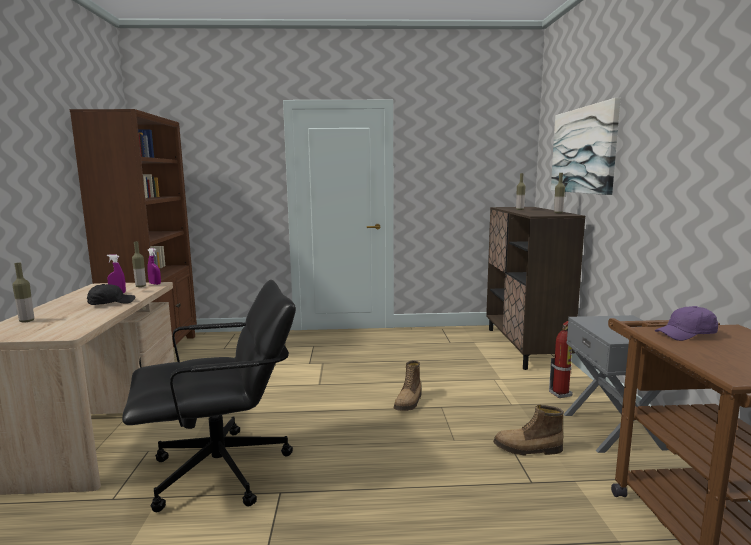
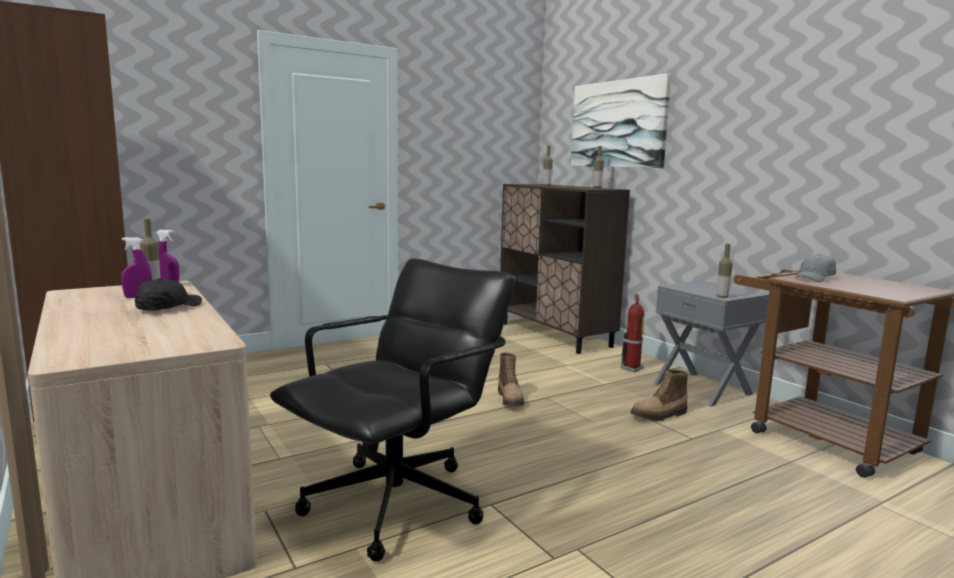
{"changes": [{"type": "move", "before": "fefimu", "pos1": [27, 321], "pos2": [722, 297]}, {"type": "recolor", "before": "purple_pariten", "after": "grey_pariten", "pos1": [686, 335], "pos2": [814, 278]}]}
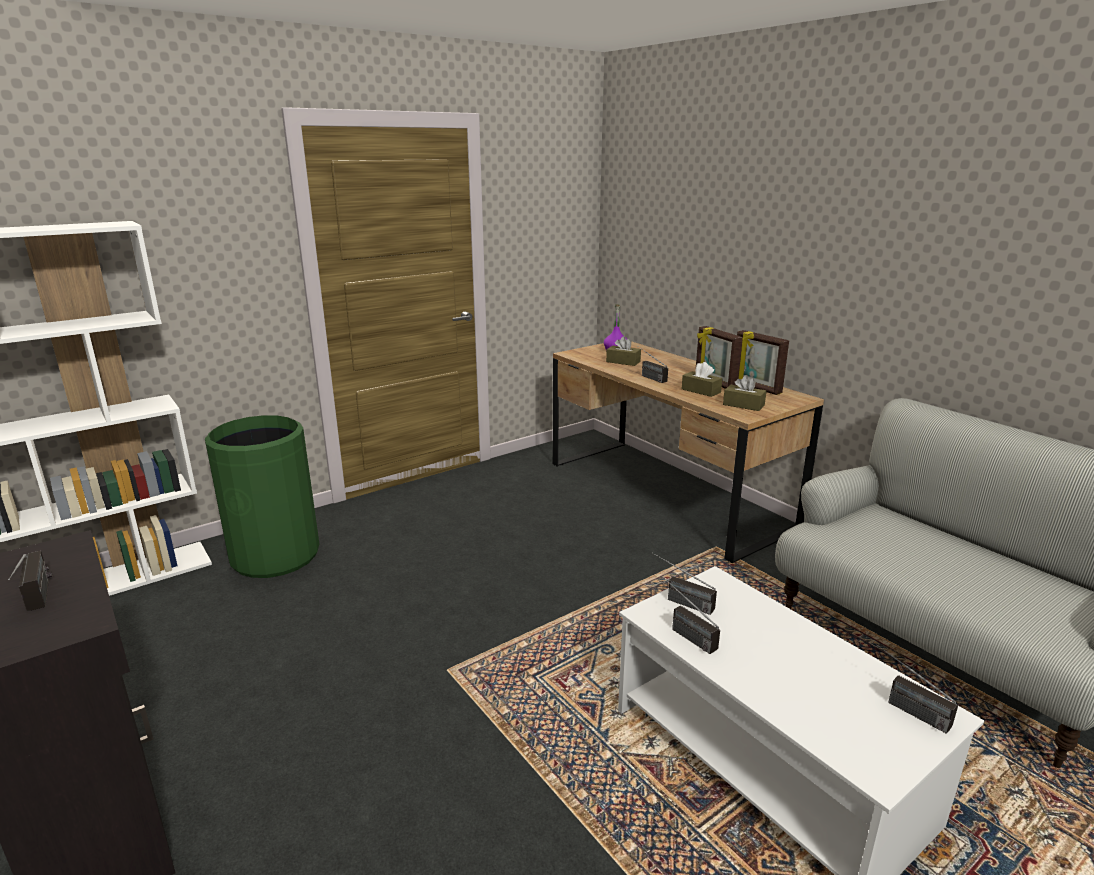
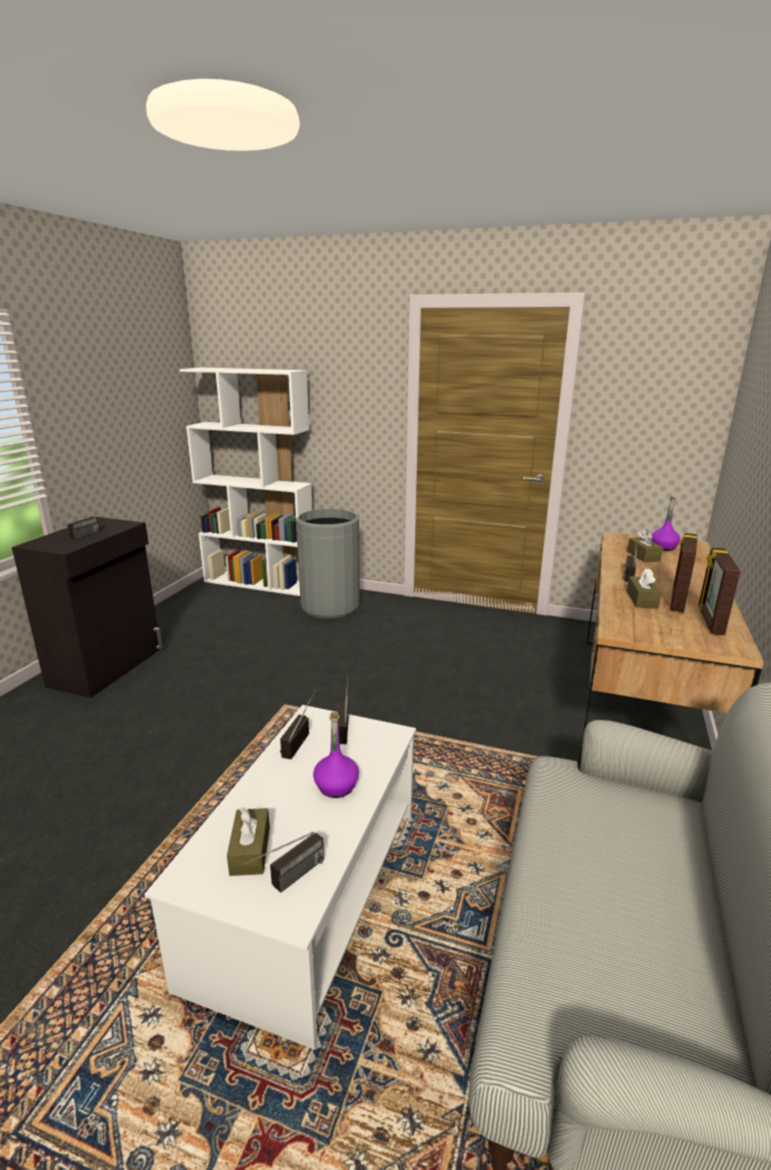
{"changes": [{"type": "move", "before": "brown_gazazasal", "pos1": [743, 405], "pos2": [250, 850]}, {"type": "recolor", "before": "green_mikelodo", "after": "grey_mikelodo", "pos1": [275, 555], "pos2": [330, 606]}, {"type": "rotate", "before": "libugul", "pos1": [903, 706], "pos2": [287, 882], "turn": -150}, {"type": "insert", "after": "purple_fefimu", "pos2": [336, 786]}]}
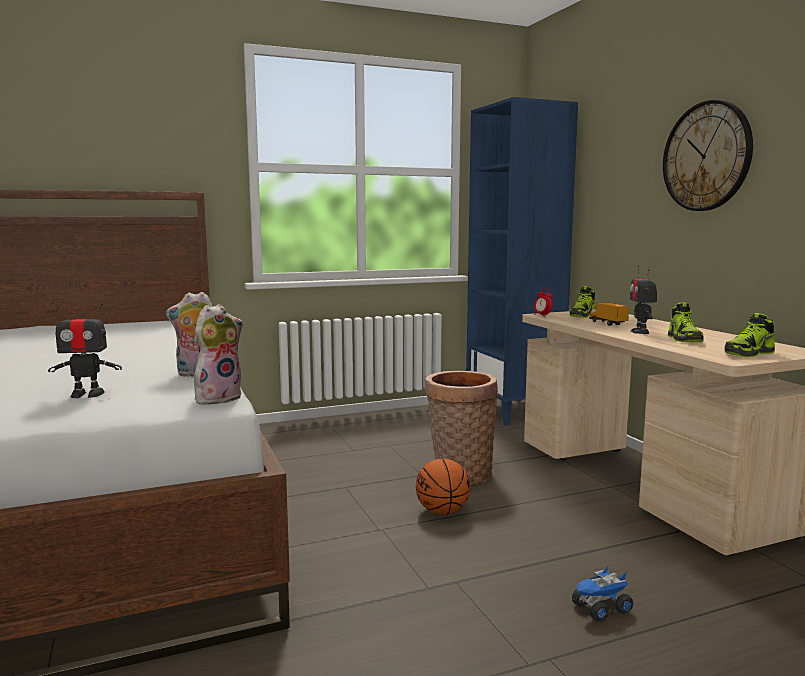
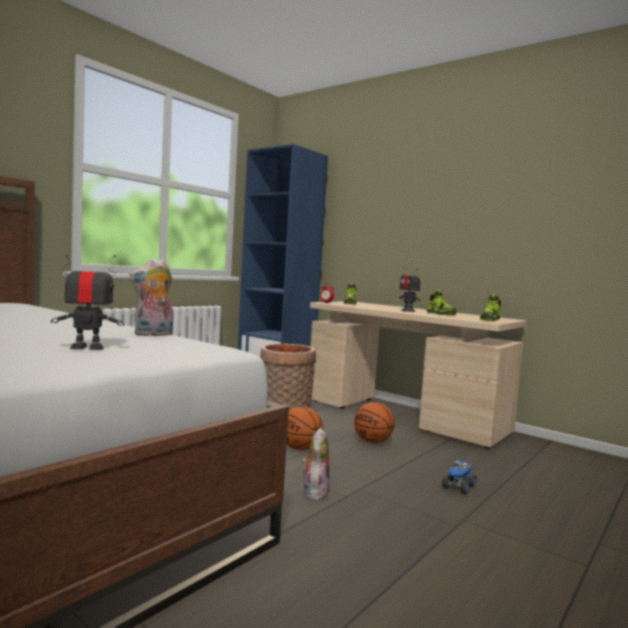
{"changes": [{"type": "delete", "before": "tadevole", "pos1": [706, 156]}, {"type": "rotate", "before": "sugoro", "pos1": [87, 394], "pos2": [87, 348], "turn": -150}, {"type": "delete", "before": "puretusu", "pos1": [607, 323]}, {"type": "move", "before": "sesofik", "pos1": [218, 398], "pos2": [314, 492]}, {"type": "insert", "after": "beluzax", "pos2": [372, 441]}]}
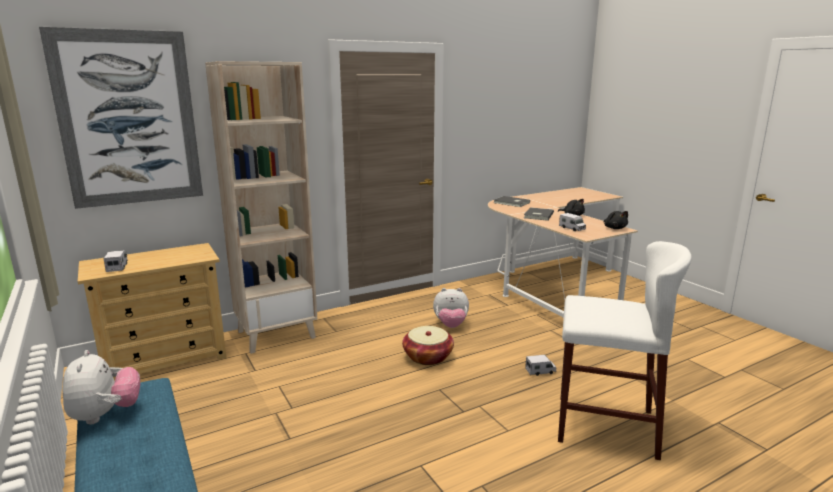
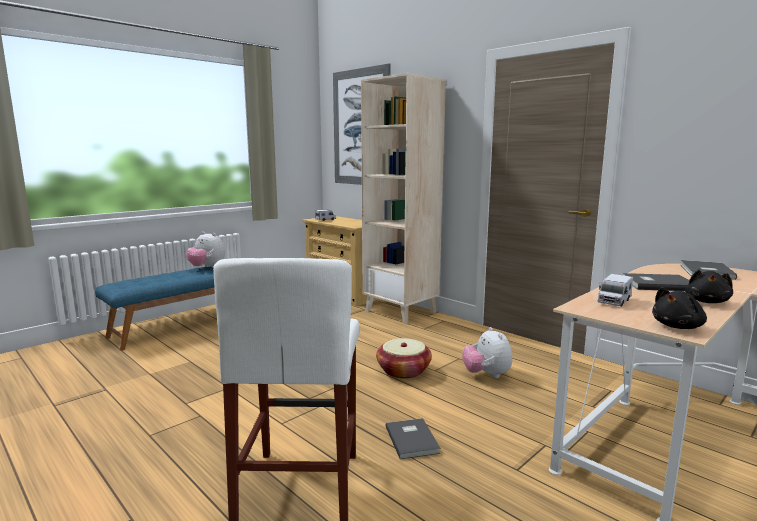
{"changes": [{"type": "rotate", "before": "sesofik", "pos1": [105, 415], "pos2": [207, 267], "turn": 60}, {"type": "replace", "before": "puretusu", "after": "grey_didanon", "pos1": [540, 371], "pos2": [413, 439]}]}
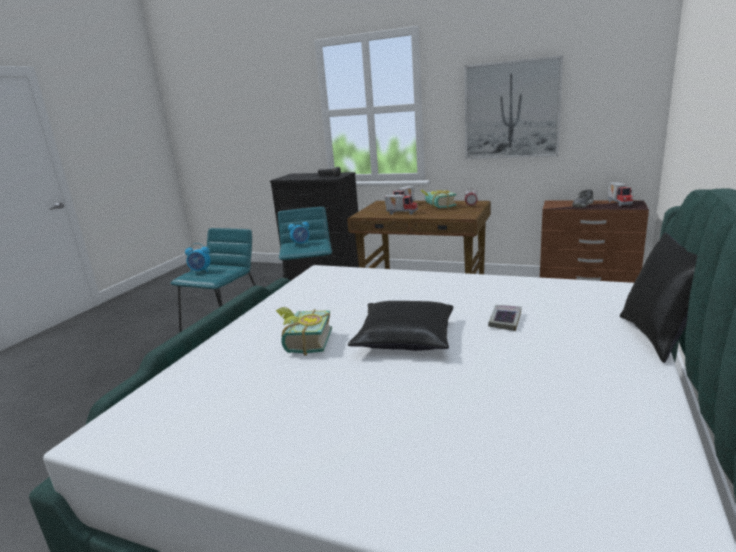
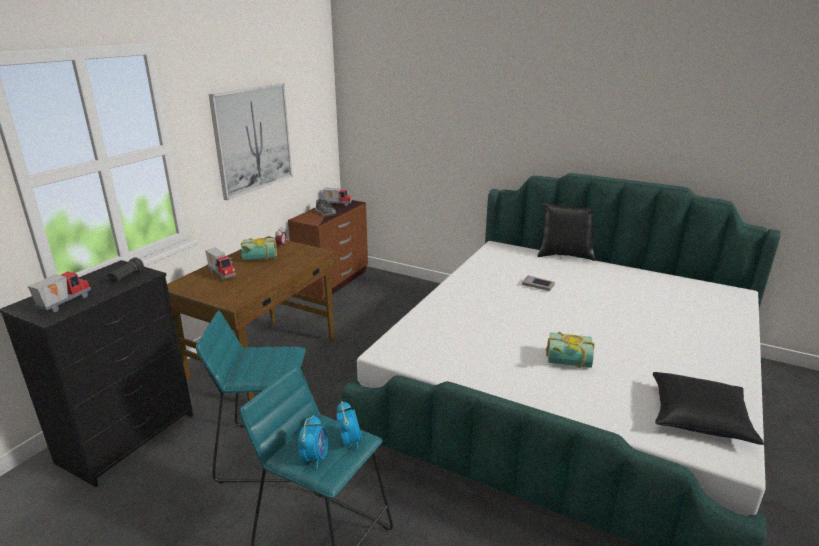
{"changes": [{"type": "move", "before": "puretusu", "pos1": [401, 213], "pos2": [63, 303]}, {"type": "move", "before": "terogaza", "pos1": [301, 244], "pos2": [350, 441]}, {"type": "move", "before": "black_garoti", "pos1": [404, 338], "pos2": [700, 417]}]}
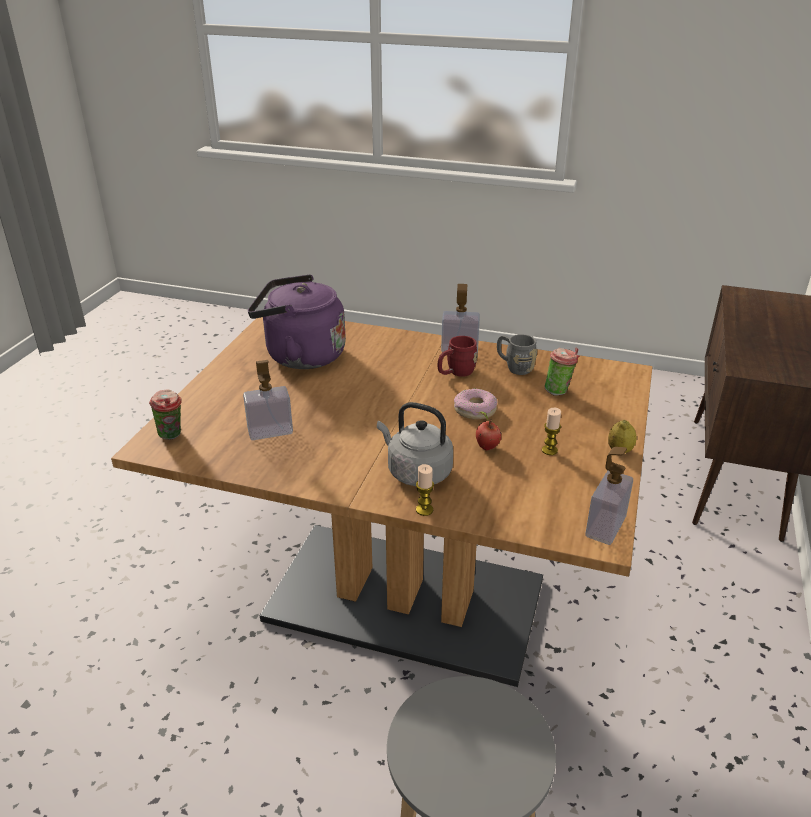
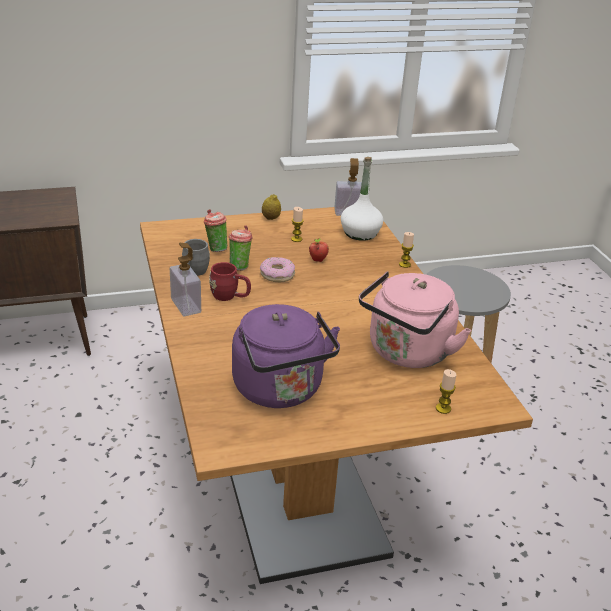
{"changes": [{"type": "replace", "before": "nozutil", "after": "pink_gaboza", "pos1": [270, 431], "pos2": [407, 353]}, {"type": "move", "before": "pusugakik", "pos1": [172, 436], "pos2": [240, 266]}, {"type": "delete", "before": "grey_gaboza", "pos1": [416, 472]}, {"type": "insert", "after": "white_fefimu", "pos2": [360, 233]}, {"type": "insert", "after": "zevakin", "pos2": [443, 408]}]}
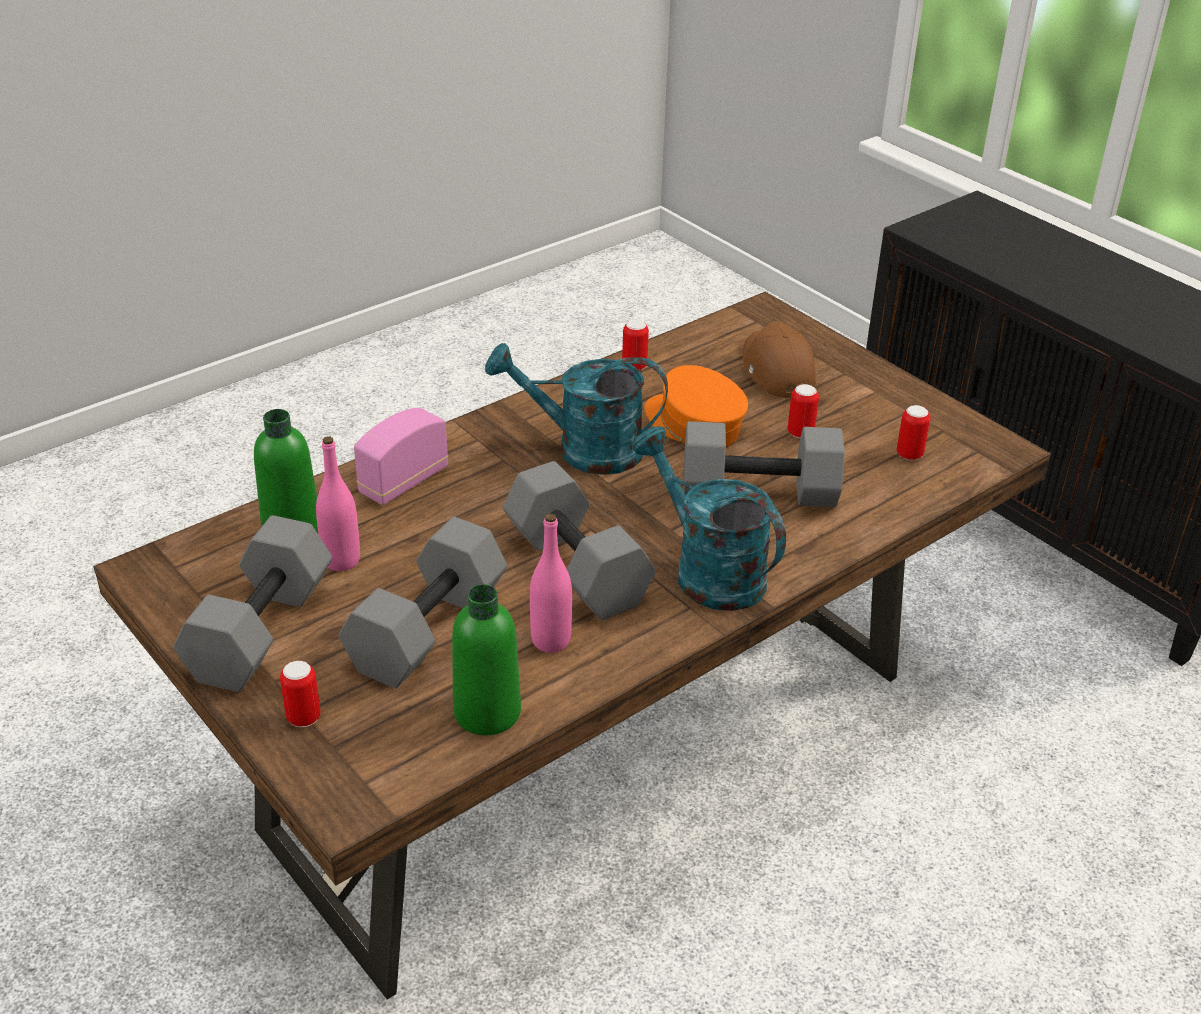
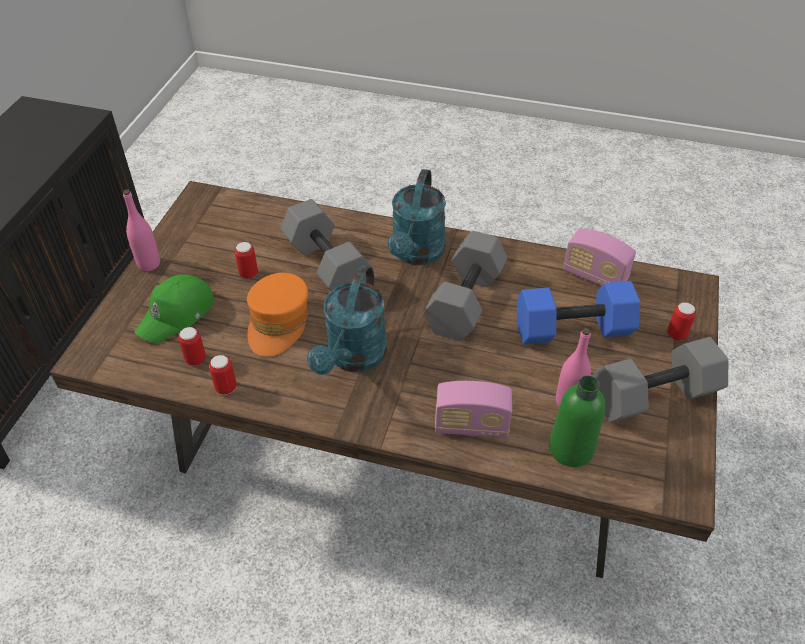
{"changes": [{"type": "recolor", "before": "brown_pariten", "after": "green_pariten", "pos1": [775, 371], "pos2": [177, 314]}, {"type": "rotate", "before": "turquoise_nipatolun", "pos1": [584, 450], "pos2": [353, 358], "turn": 45}, {"type": "move", "before": "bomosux", "pos1": [909, 455], "pos2": [196, 360]}, {"type": "move", "before": "pink_fefimu", "pos1": [551, 641], "pos2": [149, 264]}, {"type": "recolor", "before": "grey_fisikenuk", "after": "blue_fisikenuk", "pos1": [426, 627], "pos2": [572, 331]}, {"type": "replace", "before": "green_fefimu", "after": "libugul", "pos1": [487, 712], "pos2": [594, 276]}]}
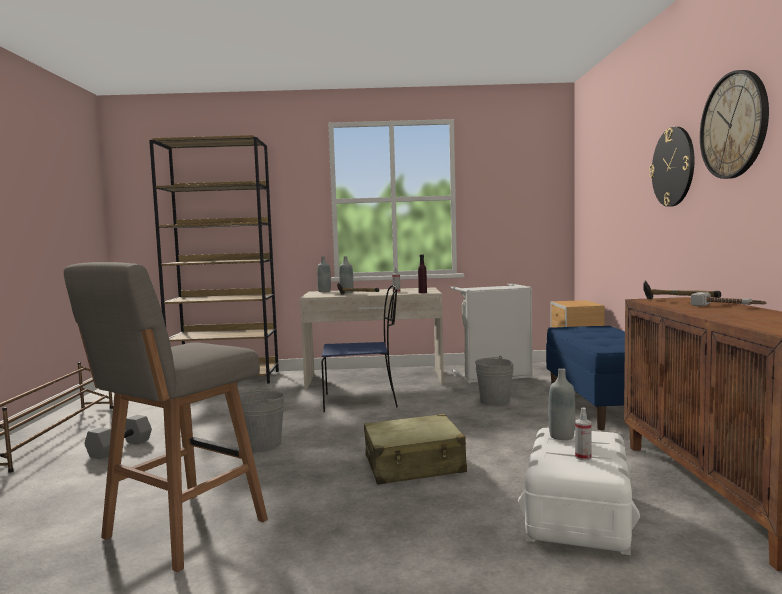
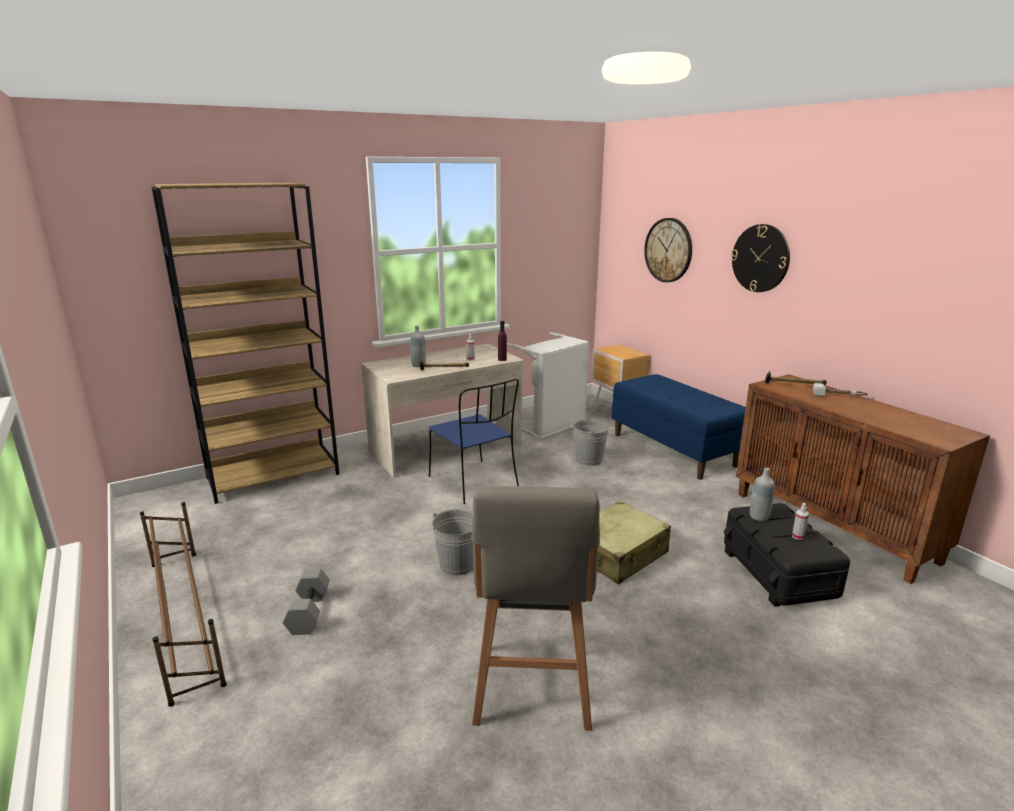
{"changes": [{"type": "move", "before": "tadevole", "pos1": [734, 125], "pos2": [668, 250]}, {"type": "delete", "before": "grey_fefimu", "pos1": [324, 291]}, {"type": "rotate", "before": "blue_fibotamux", "pos1": [362, 401], "pos2": [474, 482], "turn": 90}, {"type": "recolor", "before": "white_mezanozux", "after": "black_mezanozux", "pos1": [577, 515], "pos2": [777, 573]}]}
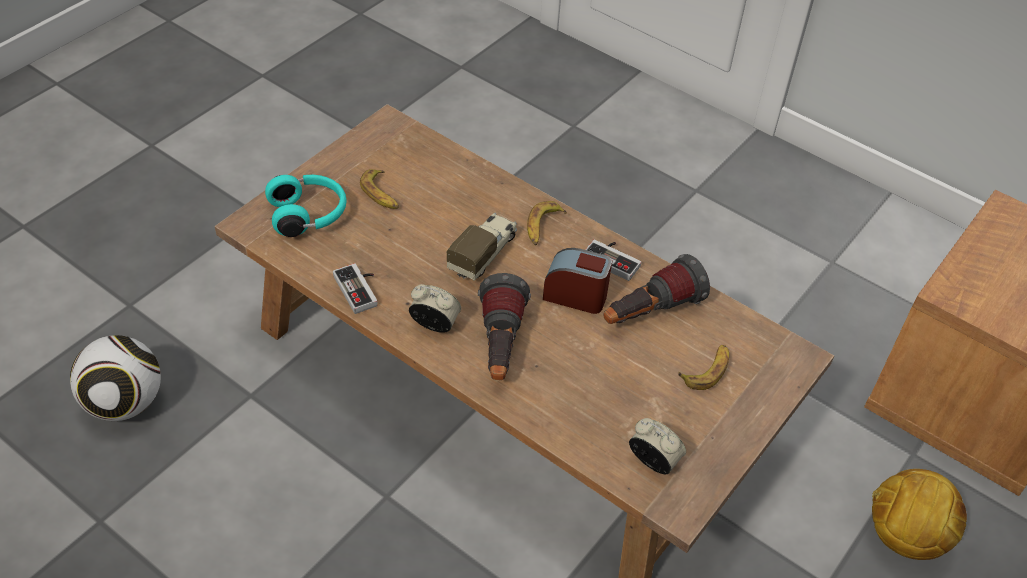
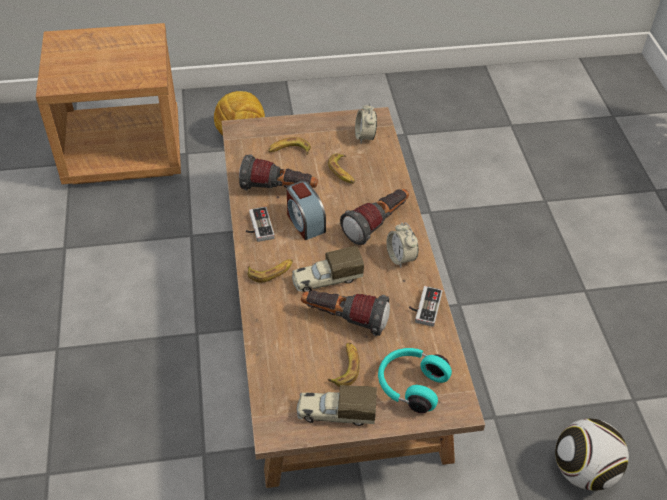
{"changes": [{"type": "insert", "after": "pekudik", "pos2": [342, 172]}, {"type": "insert", "after": "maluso", "pos2": [344, 319]}, {"type": "insert", "after": "puretusu", "pos2": [335, 413]}]}
